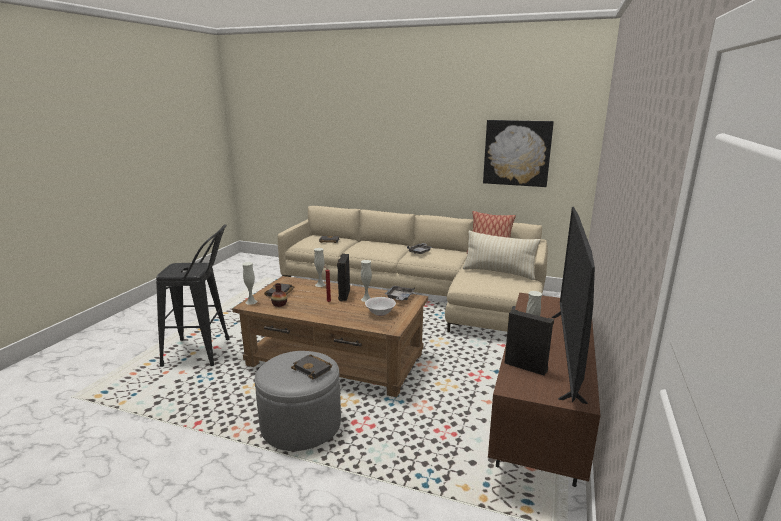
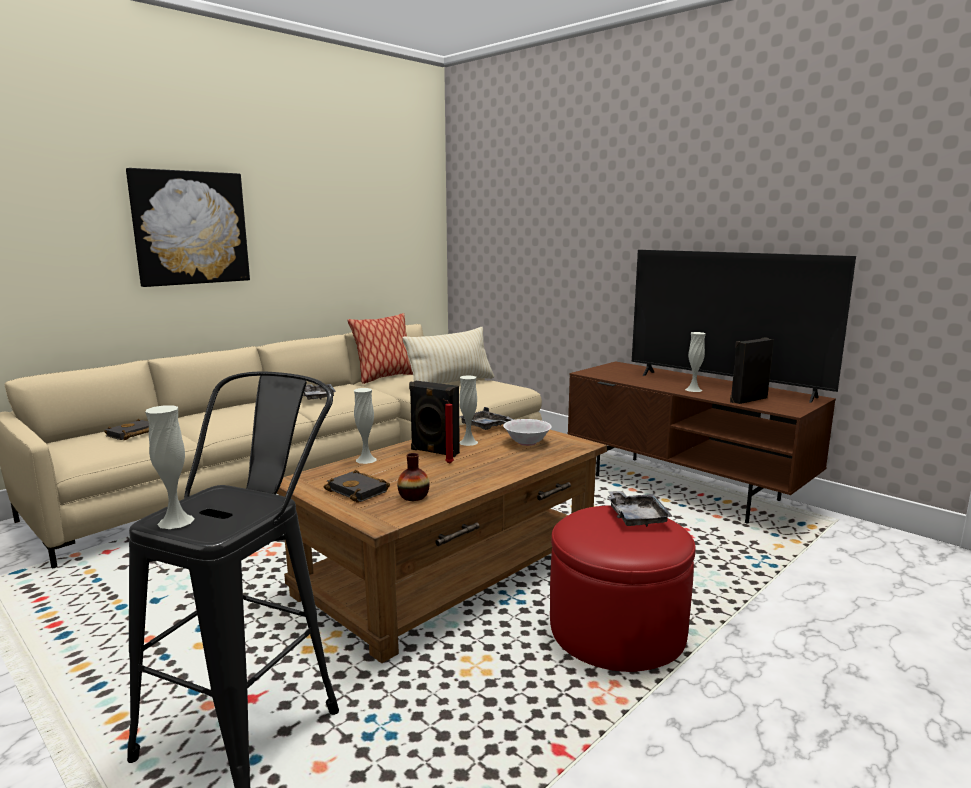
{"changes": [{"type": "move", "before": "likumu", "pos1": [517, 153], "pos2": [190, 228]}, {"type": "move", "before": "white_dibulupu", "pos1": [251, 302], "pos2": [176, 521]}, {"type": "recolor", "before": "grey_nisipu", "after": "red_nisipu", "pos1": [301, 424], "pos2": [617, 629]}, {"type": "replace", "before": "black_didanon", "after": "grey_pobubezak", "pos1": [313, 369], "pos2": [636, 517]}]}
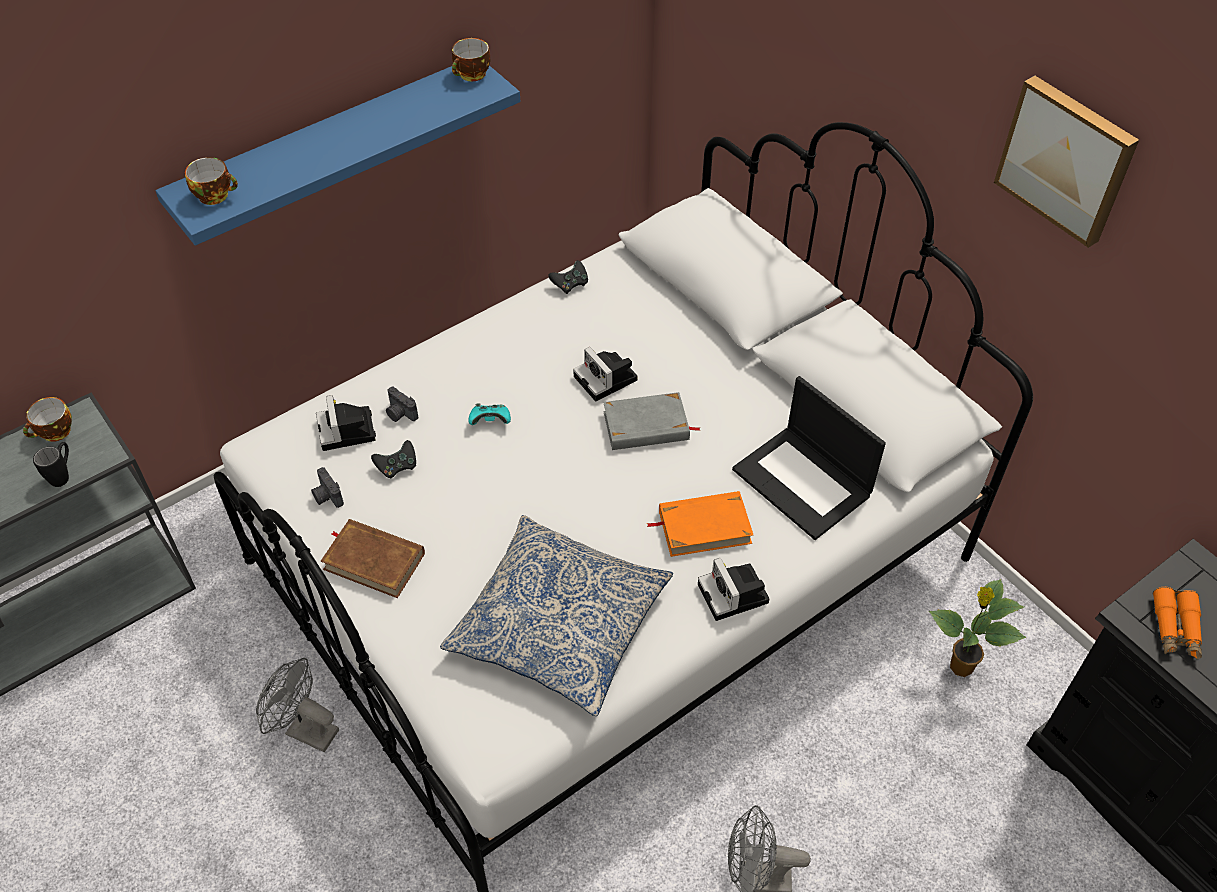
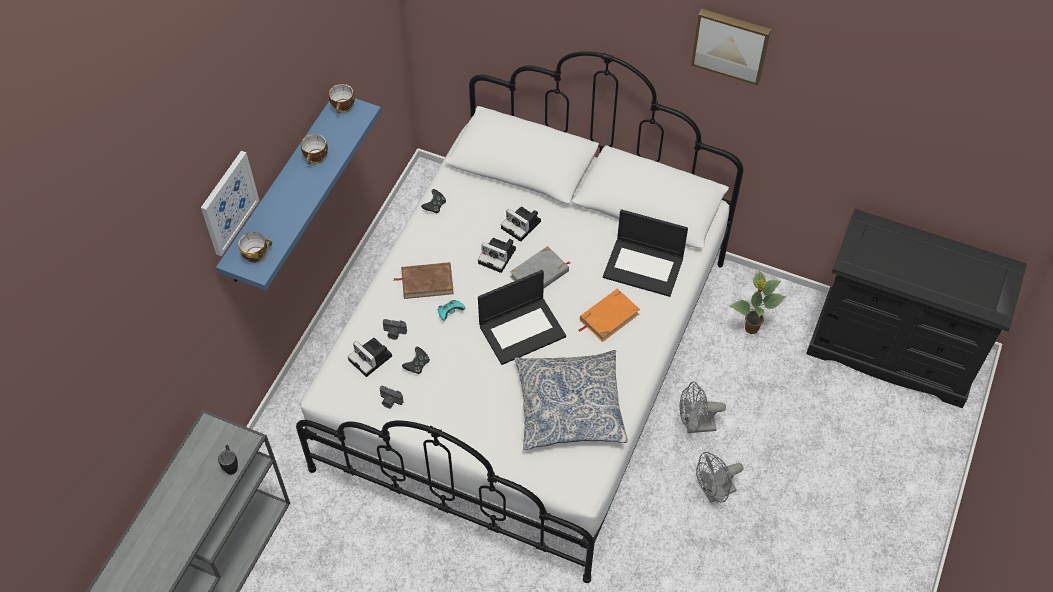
{"changes": [{"type": "move", "before": "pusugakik", "pos1": [55, 433], "pos2": [316, 158]}, {"type": "move", "before": "brown_didanon", "pos1": [374, 561], "pos2": [427, 282]}, {"type": "move", "before": "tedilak", "pos1": [735, 595], "pos2": [522, 225]}, {"type": "delete", "before": "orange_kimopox", "pos1": [1175, 629]}, {"type": "move", "before": "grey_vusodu", "pos1": [305, 730], "pos2": [695, 426]}, {"type": "insert", "after": "likumu", "pos2": [228, 203]}, {"type": "insert", "after": "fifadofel", "pos2": [522, 330]}]}
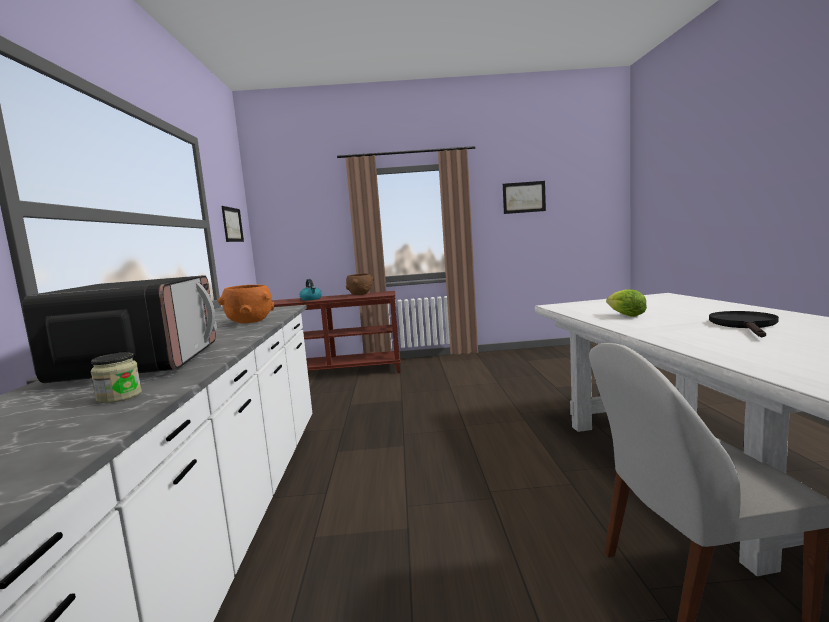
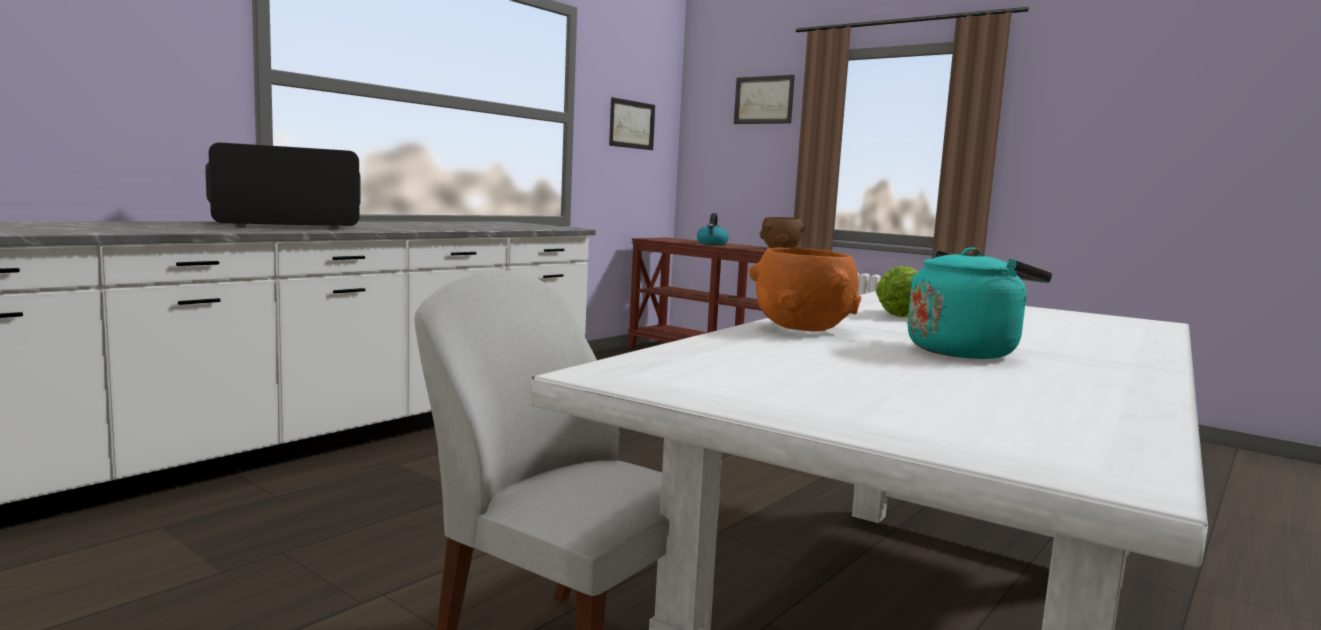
{"changes": [{"type": "move", "before": "likumu", "pos1": [524, 197], "pos2": [763, 100]}, {"type": "rotate", "before": "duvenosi", "pos1": [143, 363], "pos2": [284, 225], "turn": -150}, {"type": "move", "before": "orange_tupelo", "pos1": [249, 322], "pos2": [801, 328]}, {"type": "replace", "before": "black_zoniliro", "after": "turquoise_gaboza", "pos1": [744, 325], "pos2": [965, 351]}, {"type": "delete", "before": "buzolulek", "pos1": [119, 396]}]}
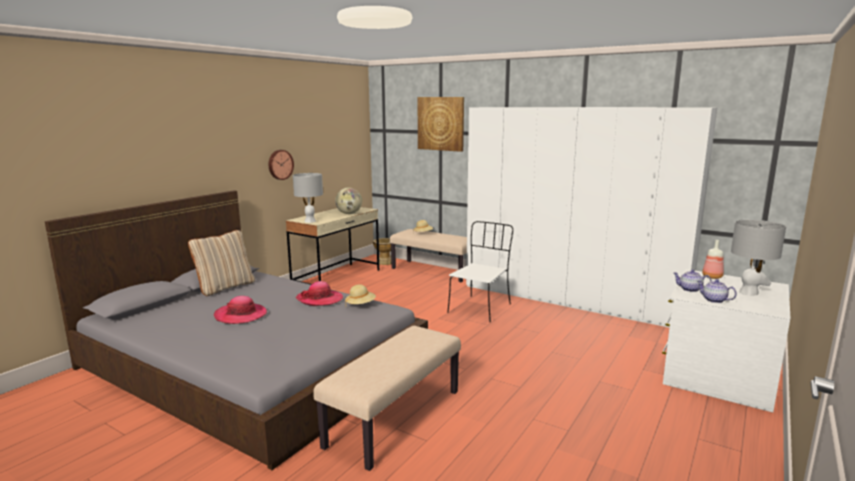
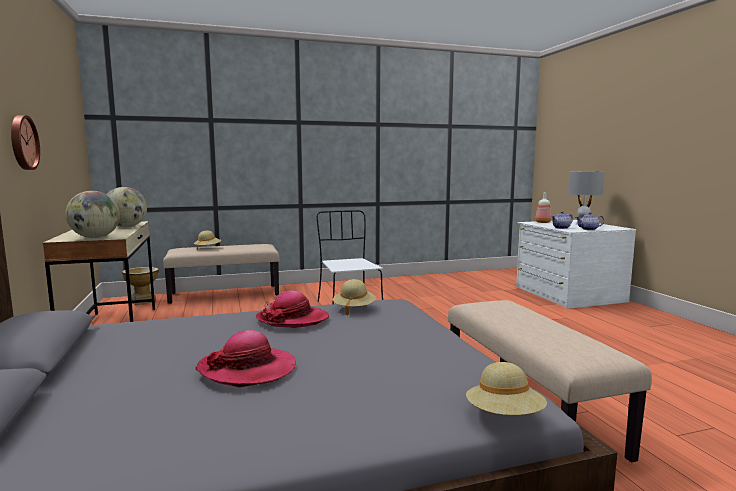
{"changes": [{"type": "delete", "before": "likumu", "pos1": [441, 123]}, {"type": "delete", "before": "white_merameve", "pos1": [571, 299]}, {"type": "replace", "before": "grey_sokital", "after": "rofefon", "pos1": [310, 221], "pos2": [95, 237]}, {"type": "delete", "before": "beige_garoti", "pos1": [225, 287]}, {"type": "insert", "after": "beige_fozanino", "pos2": [504, 416]}]}
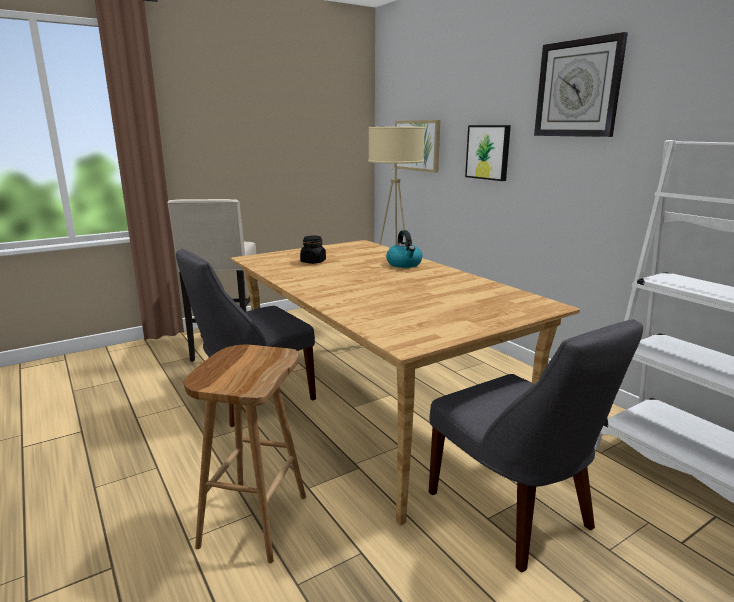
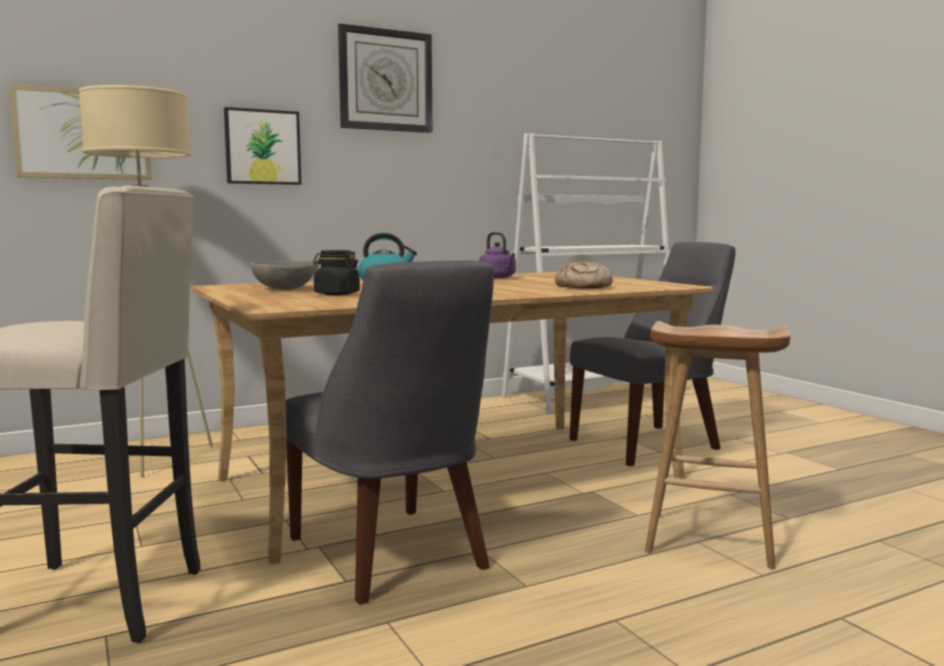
{"changes": [{"type": "insert", "after": "purple_gaboza", "pos2": [498, 277]}, {"type": "insert", "after": "grey_tupelo", "pos2": [285, 289]}, {"type": "insert", "after": "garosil", "pos2": [583, 287]}]}
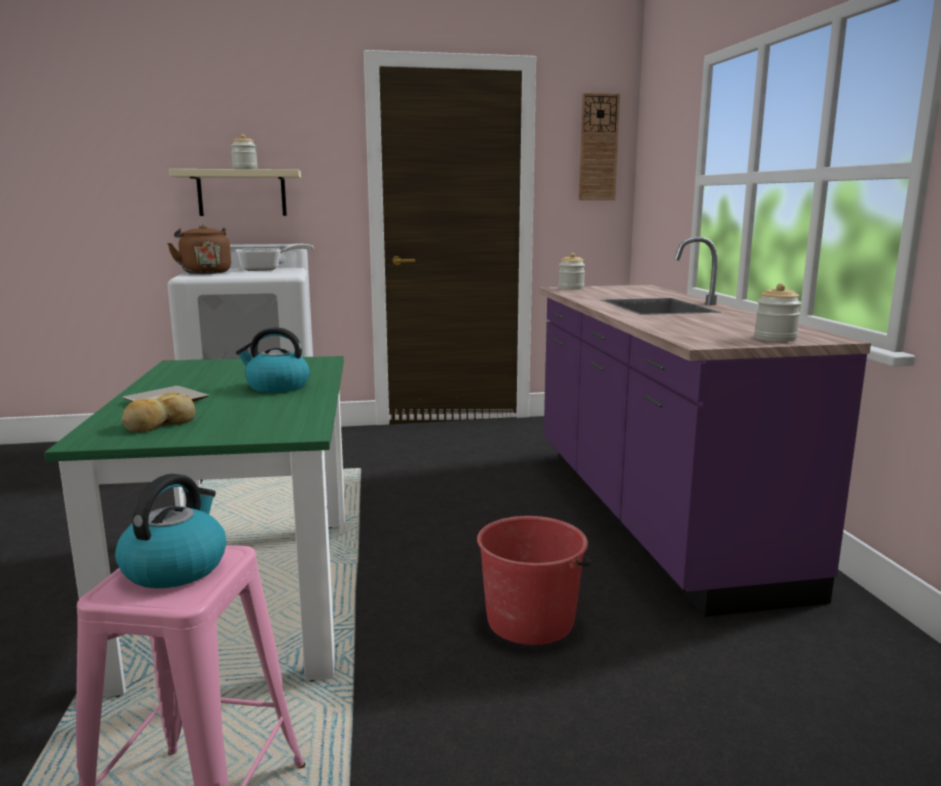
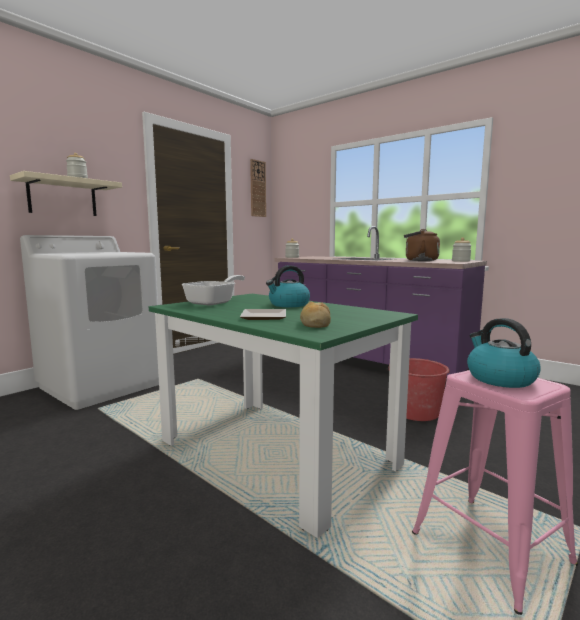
{"changes": [{"type": "move", "before": "brown_gaboza", "pos1": [205, 272], "pos2": [419, 260]}, {"type": "move", "before": "zoniliro", "pos1": [266, 269], "pos2": [214, 302]}]}
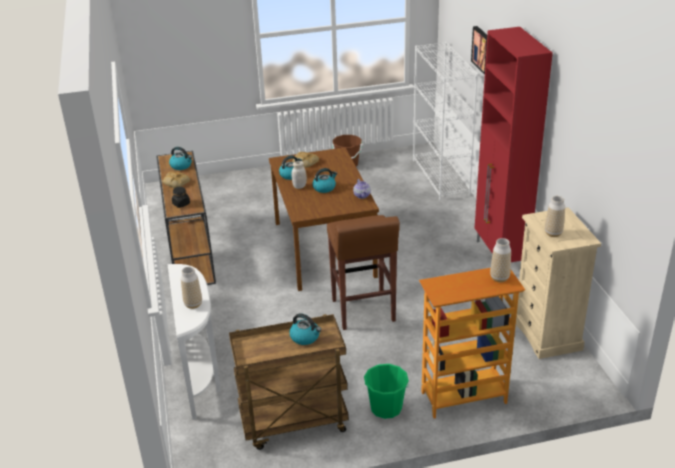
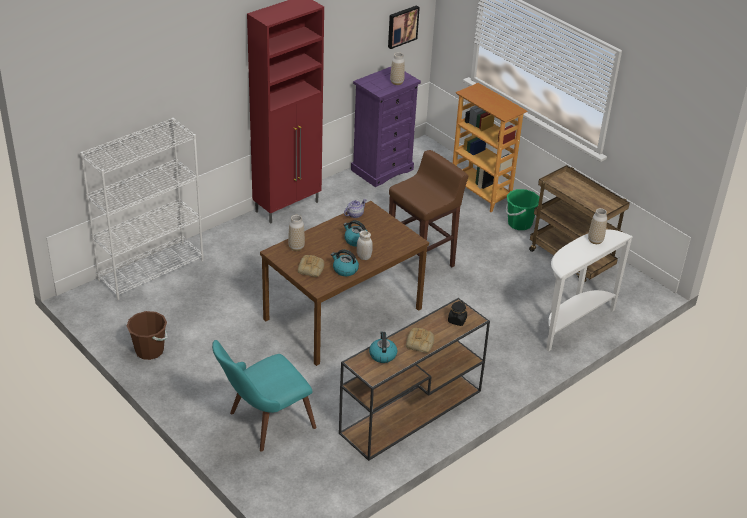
{"changes": [{"type": "move", "before": "likumu", "pos1": [483, 49], "pos2": [402, 26]}, {"type": "recolor", "before": "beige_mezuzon", "after": "purple_mezuzon", "pos1": [547, 334], "pos2": [382, 169]}, {"type": "move", "before": "dibulupu", "pos1": [499, 278], "pos2": [296, 247]}, {"type": "delete", "before": "gaboza", "pos1": [305, 337]}, {"type": "insert", "after": "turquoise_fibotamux", "pos2": [262, 424]}]}
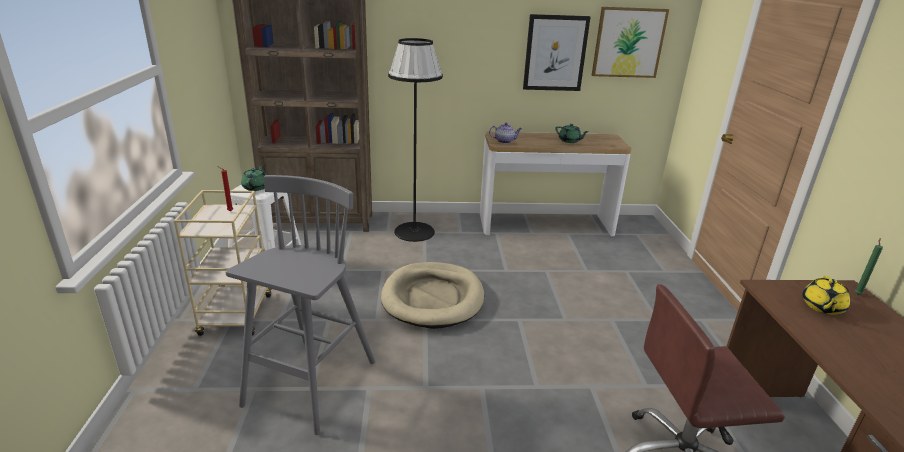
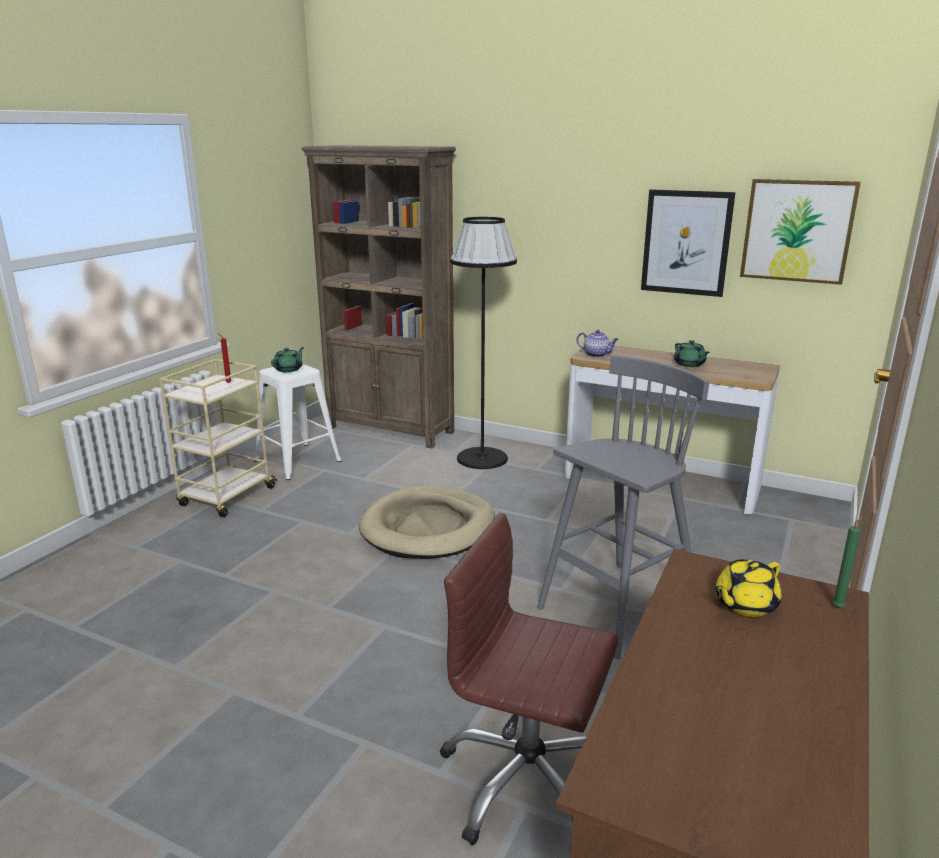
{"changes": [{"type": "move", "before": "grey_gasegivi", "pos1": [309, 385], "pos2": [616, 609]}]}
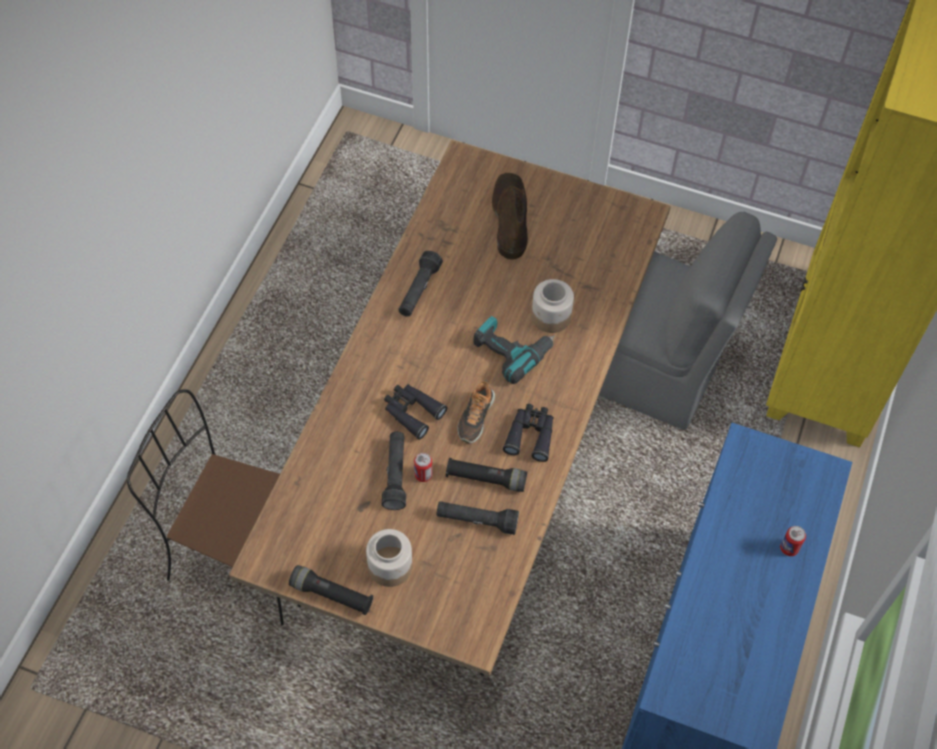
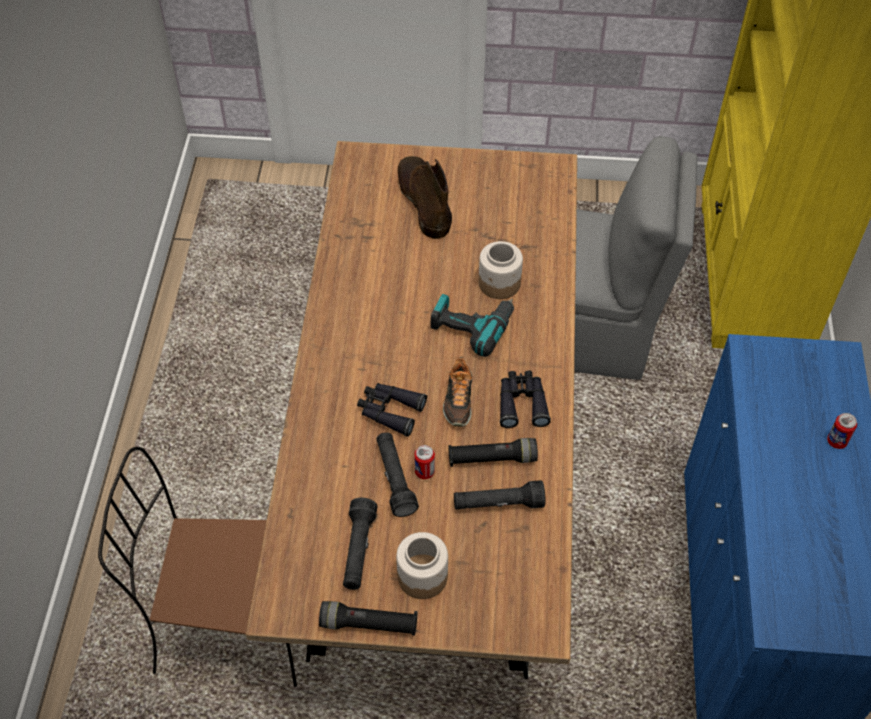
{"changes": [{"type": "move", "before": "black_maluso", "pos1": [419, 291], "pos2": [358, 550]}]}
